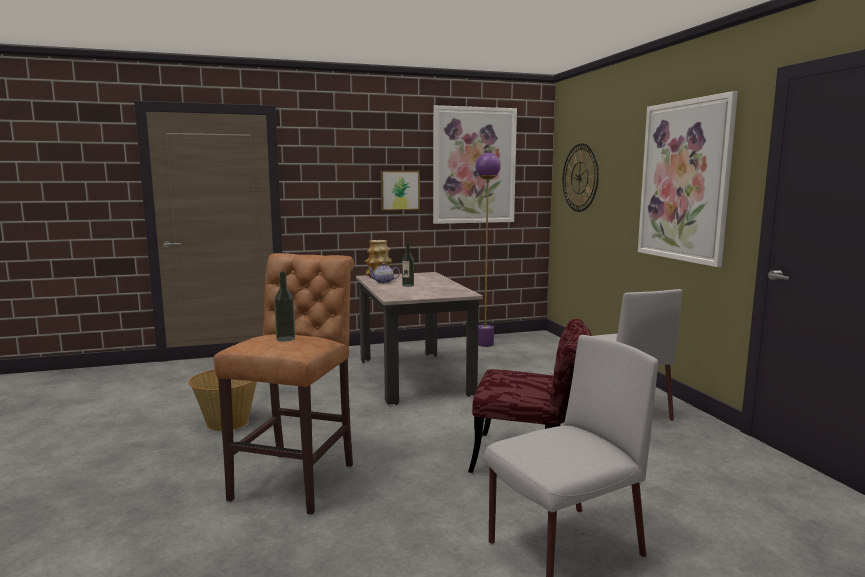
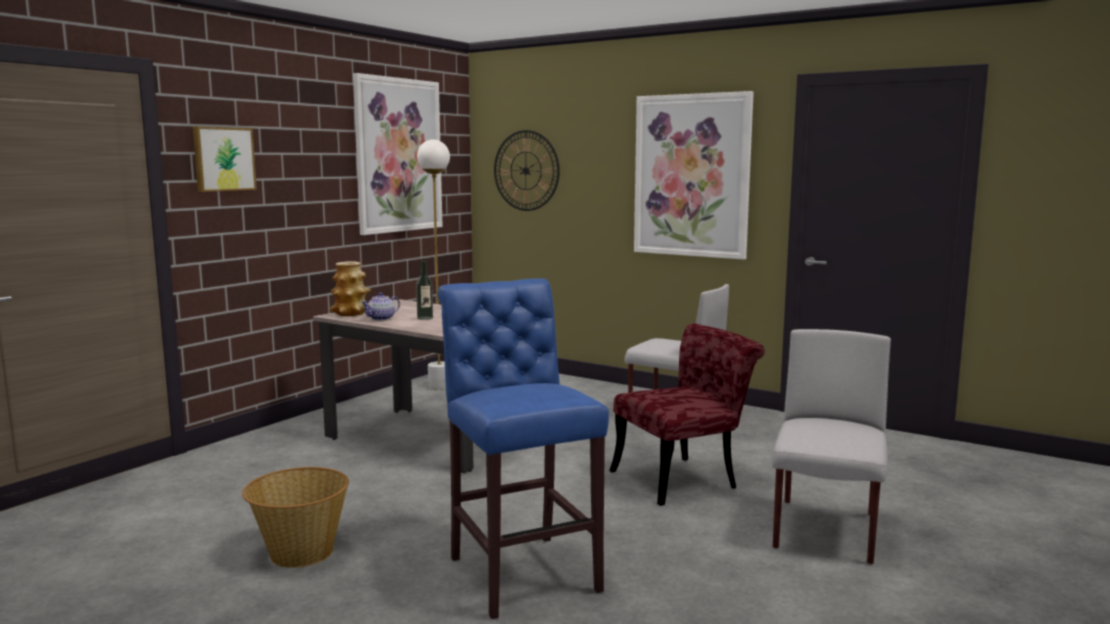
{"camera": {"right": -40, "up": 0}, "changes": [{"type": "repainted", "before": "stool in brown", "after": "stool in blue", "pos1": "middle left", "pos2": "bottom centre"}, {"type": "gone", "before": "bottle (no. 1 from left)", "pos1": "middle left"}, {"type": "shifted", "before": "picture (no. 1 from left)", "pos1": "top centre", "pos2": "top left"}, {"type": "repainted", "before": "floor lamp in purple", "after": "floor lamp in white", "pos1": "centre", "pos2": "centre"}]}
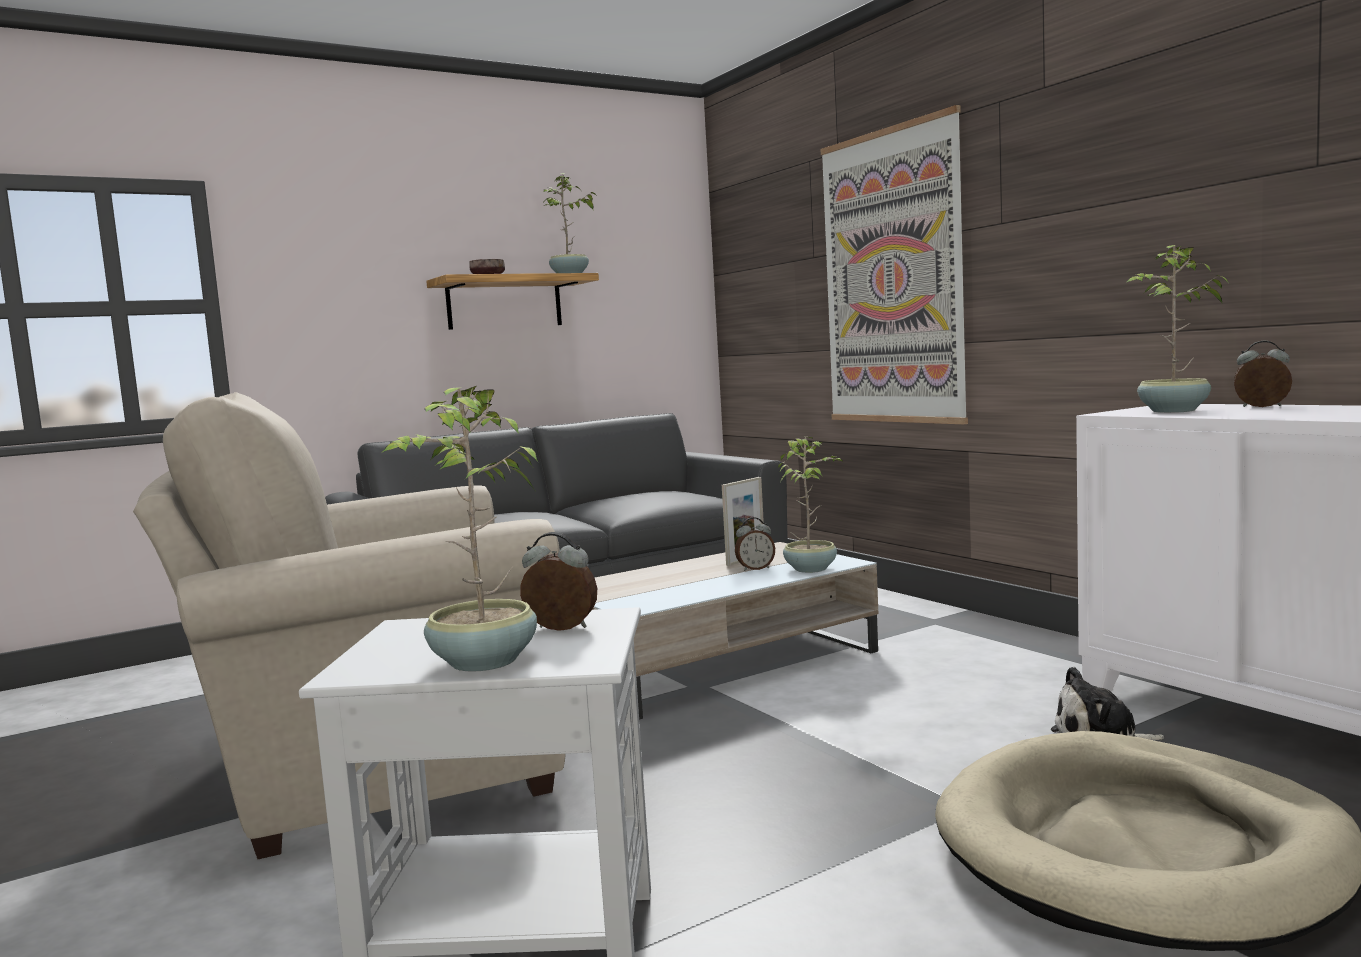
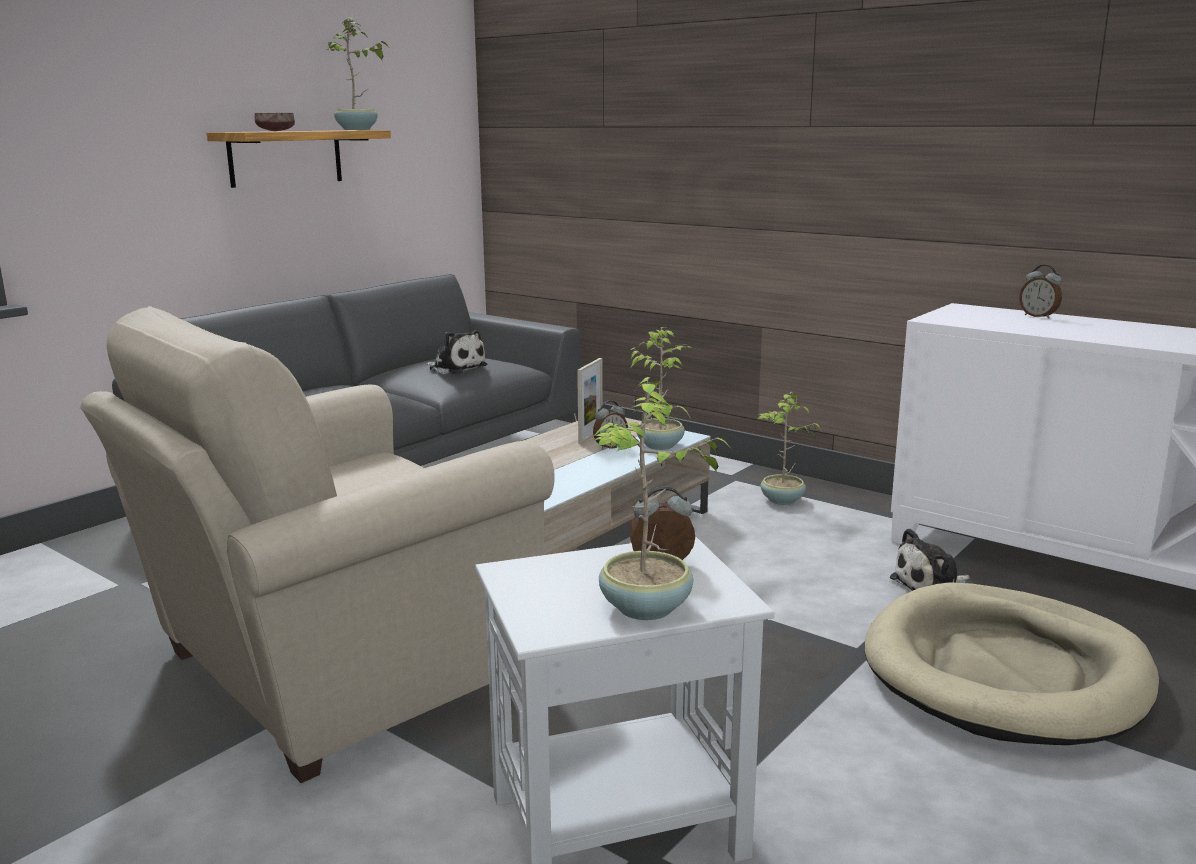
{"camera": {"right": -20, "up": 10}, "changes": [{"type": "gone", "before": "picture", "pos1": "top centre"}, {"type": "shifted", "before": "potted plant (no. 4 from left)", "pos1": "middle right", "pos2": "centre"}, {"type": "rotated", "before": "alarm clock (no. 3 from left)", "pos1": "middle right", "pos2": "middle right", "turn": -135}, {"type": "new", "after": "plush toy (no. 1 from left)", "pos2": "centre"}]}
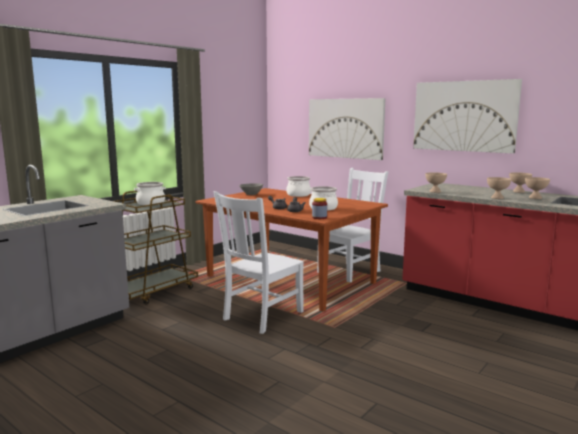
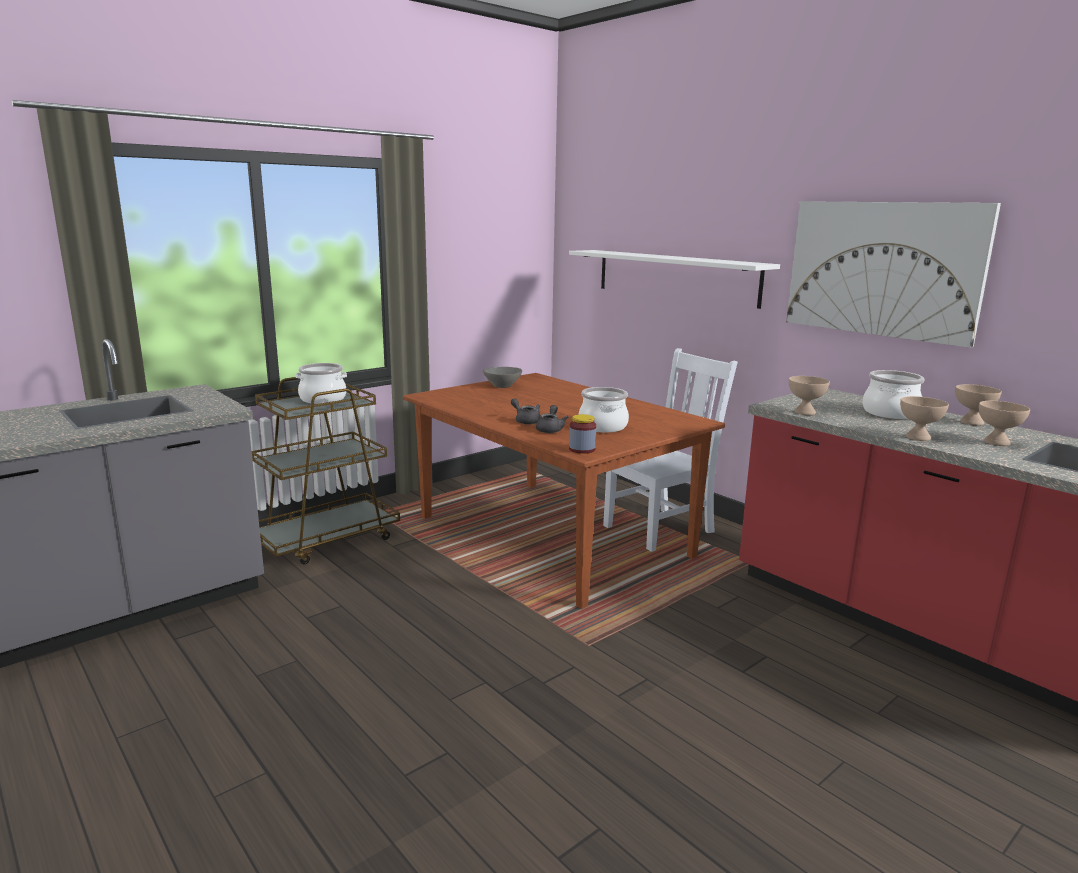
{"camera": {"right": 10, "up": 5}, "changes": [{"type": "gone", "before": "chair in white (no. 1 from left)", "pos1": "centre"}, {"type": "shifted", "before": "cooking pot (no. 2 from left in the first image)", "after": "cooking pot (no. 3 from left)", "pos1": "centre", "pos2": "middle right"}, {"type": "swapped", "before": "picture (no. 1 from left)", "after": "shelf in white", "pos1": "top centre", "pos2": "top centre"}]}
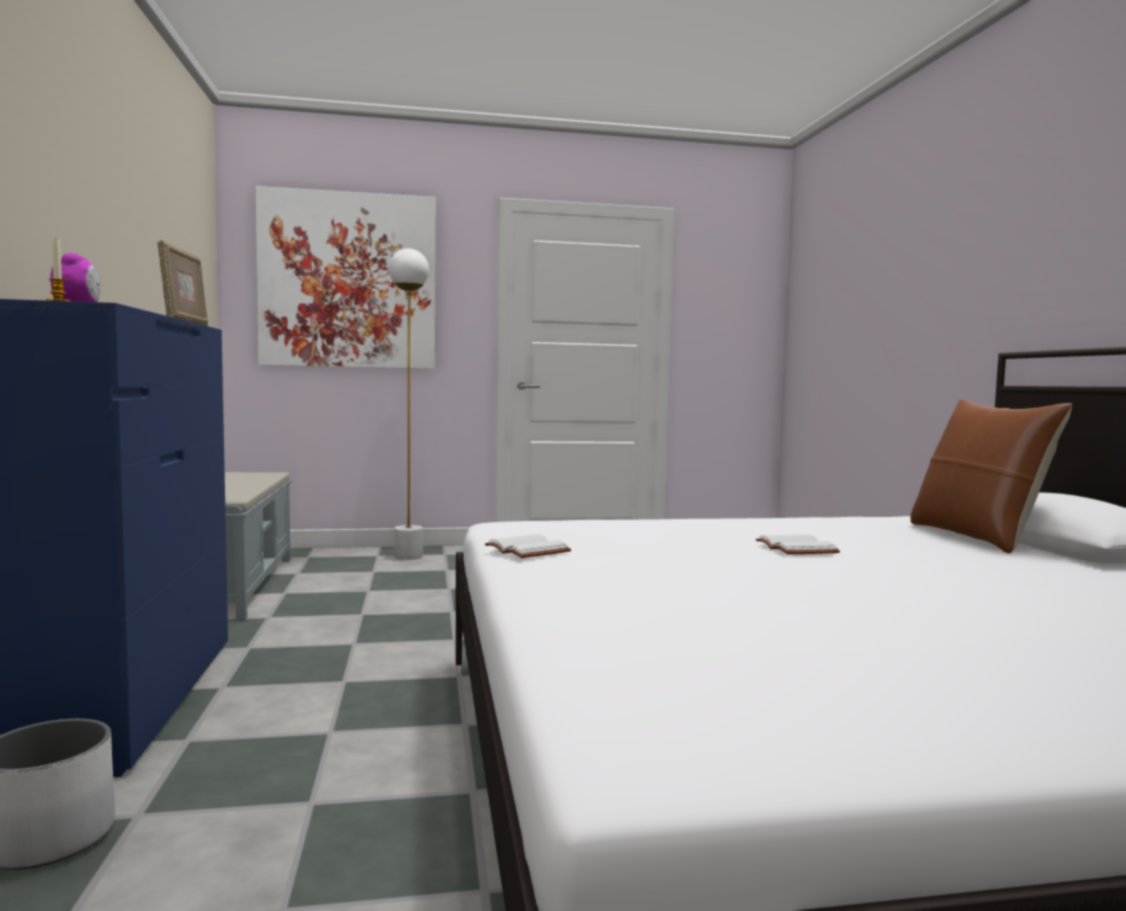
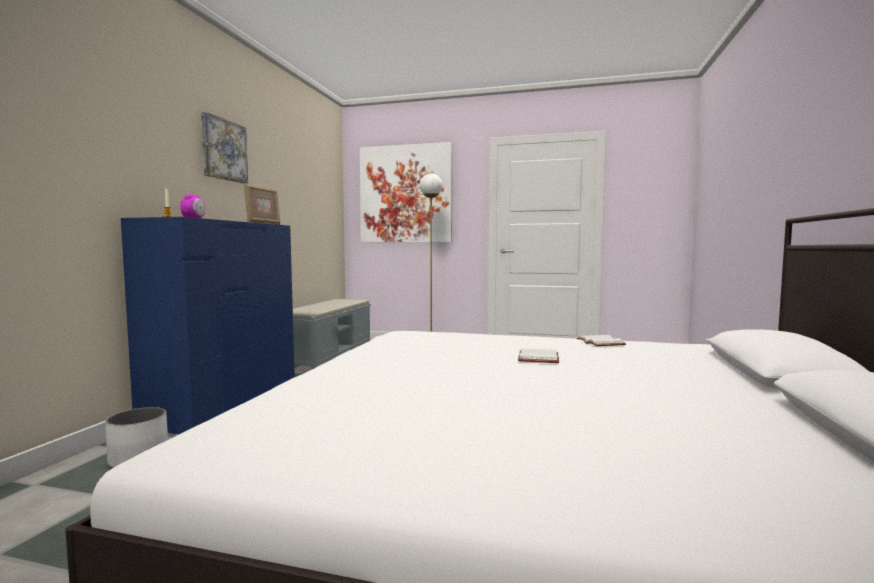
{"camera": {"right": 25, "up": 0}, "changes": [{"type": "shifted", "before": "book in white (no. 1 from left in the first image)", "after": "book in white (no. 2 from left)", "pos1": "centre", "pos2": "middle right"}, {"type": "gone", "before": "pillow in brown", "pos1": "middle right"}, {"type": "new", "after": "picture (no. 1 from left)", "pos2": "top left"}]}
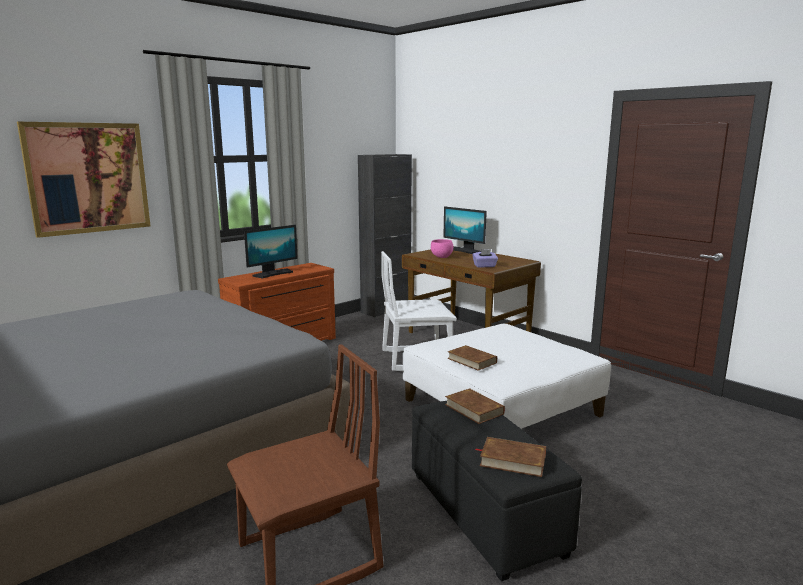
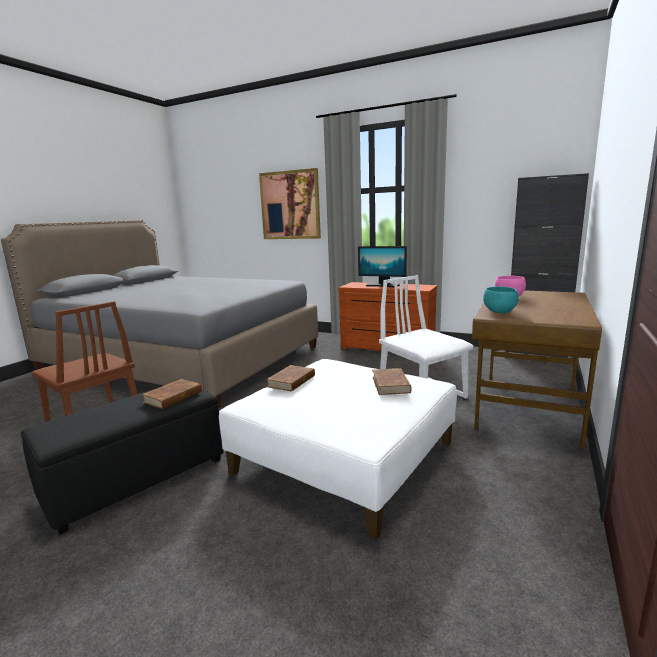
{"camera": {"right": 70, "up": 0}, "changes": [{"type": "gone", "before": "monitor (no. 2 from left)", "pos1": "centre"}, {"type": "swapped", "before": "tissue box in purple", "after": "bowl in turquoise", "pos1": "centre", "pos2": "middle right"}, {"type": "shifted", "before": "book in brown (no. 3 from left)", "pos1": "bottom centre", "pos2": "centre"}]}
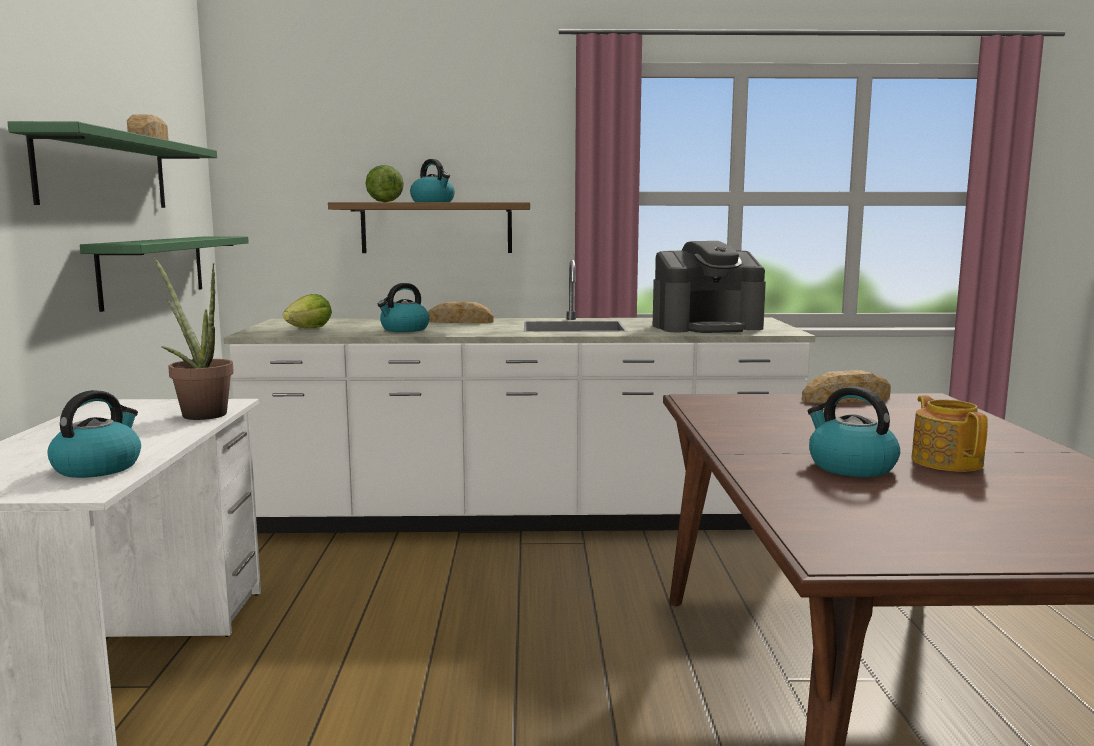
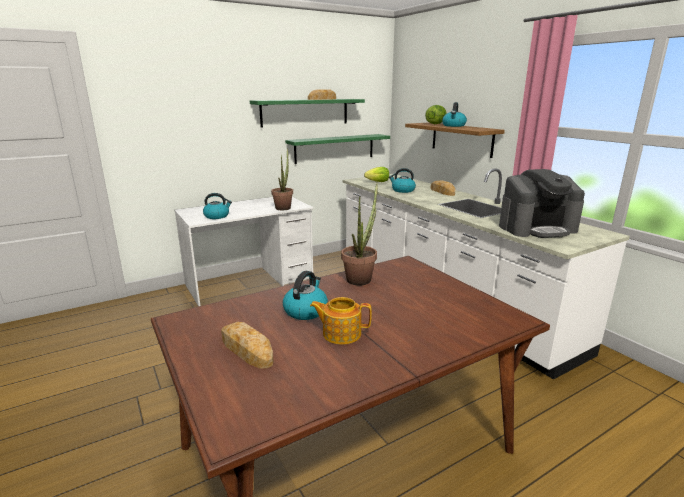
{"camera": {"right": 60, "up": 10}, "changes": [{"type": "rotated", "before": "coffee machine", "pos1": "centre", "pos2": "middle right", "turn": -60}, {"type": "shifted", "before": "bread (no. 3 from left in the first image)", "after": "bread (no. 1 from left)", "pos1": "middle right", "pos2": "bottom centre"}, {"type": "rotated", "before": "teapot", "pos1": "middle right", "pos2": "centre", "turn": -135}, {"type": "new", "after": "potted plant (no. 2 from left)", "pos2": "centre"}]}
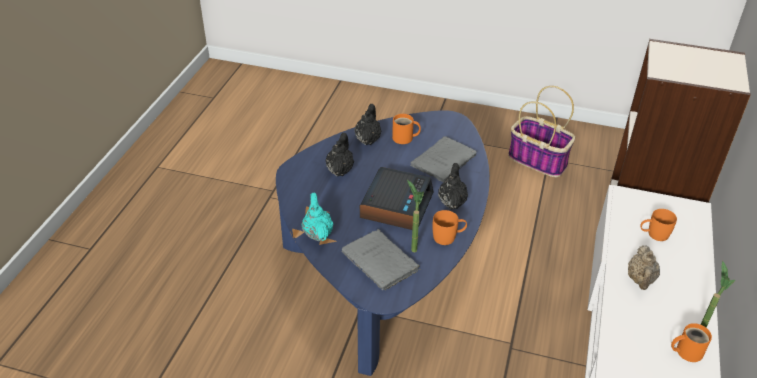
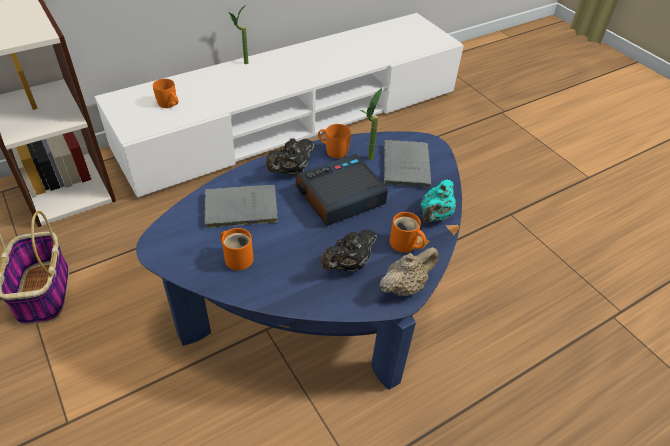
{"camera": {"right": -140, "up": 5}, "changes": [{"type": "gone", "before": "teapot in black (no. 2 from left)", "pos1": "top centre"}, {"type": "shifted", "before": "teapot in beige", "pos1": "bottom right", "pos2": "centre"}, {"type": "shifted", "before": "mug in orange (no. 4 from left)", "pos1": "bottom right", "pos2": "centre"}]}
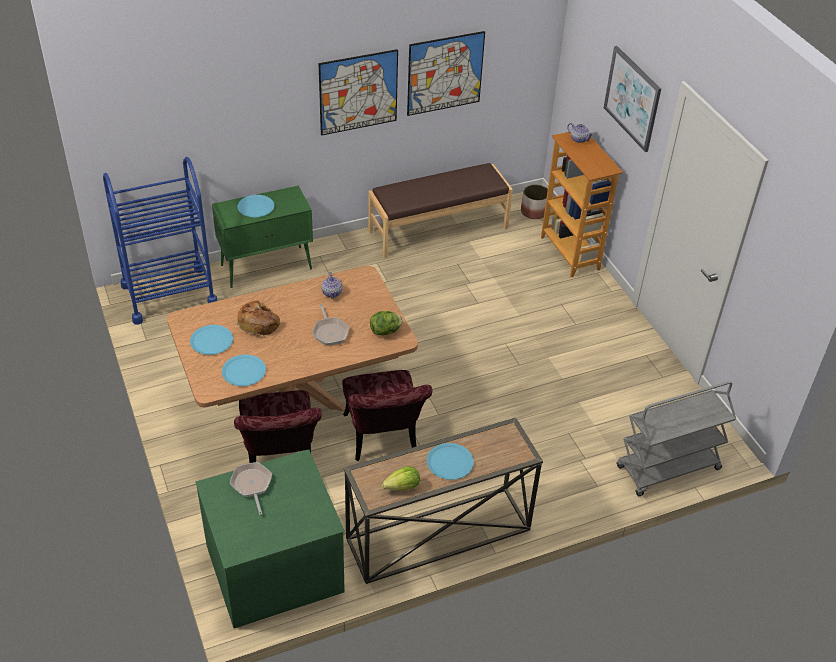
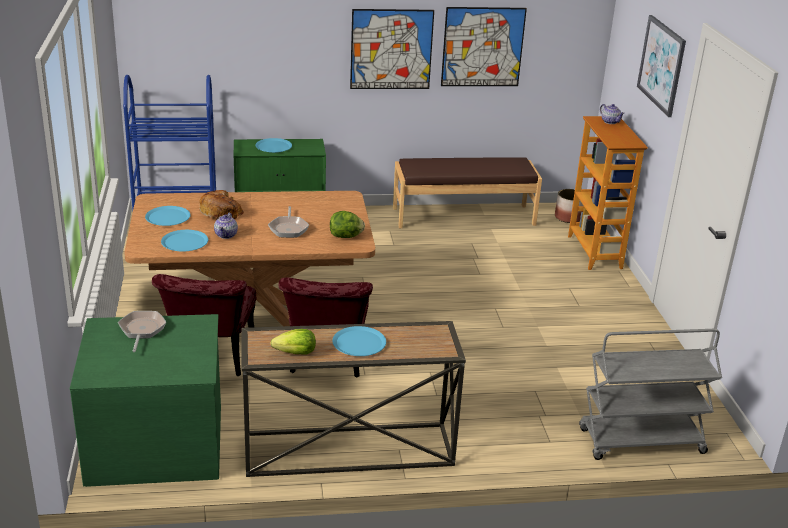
{"camera": {"right": 15, "up": -15}, "changes": [{"type": "shifted", "before": "teapot (no. 1 from left)", "pos1": "centre", "pos2": "middle left"}]}
